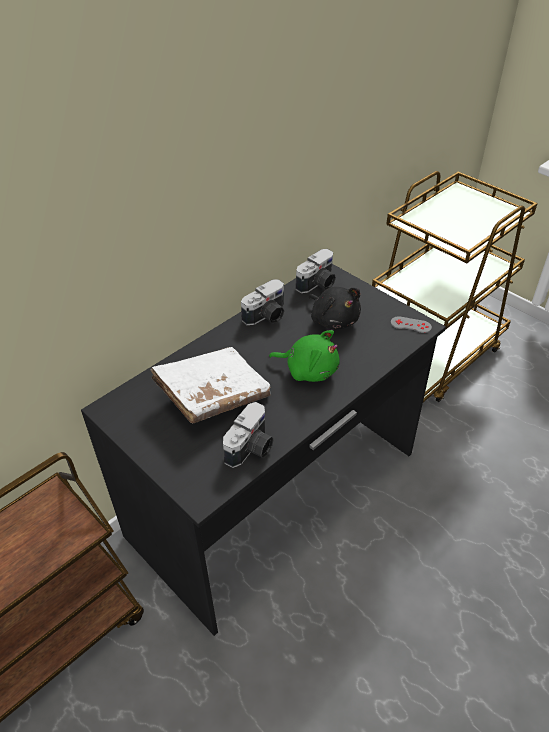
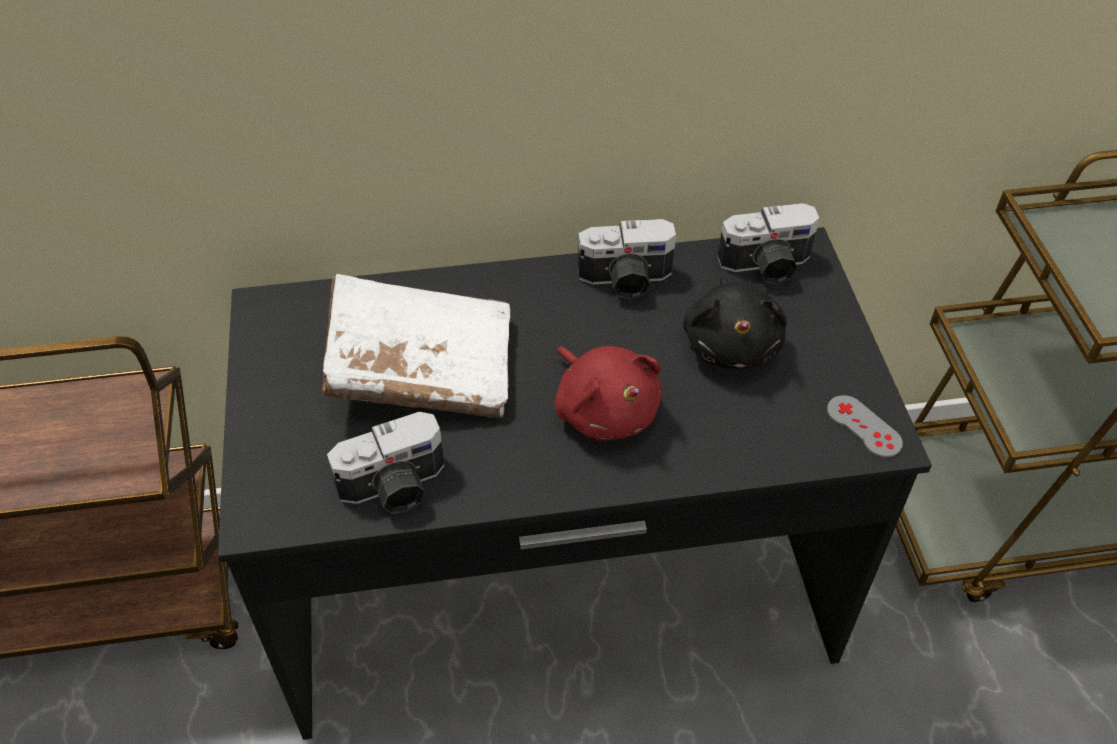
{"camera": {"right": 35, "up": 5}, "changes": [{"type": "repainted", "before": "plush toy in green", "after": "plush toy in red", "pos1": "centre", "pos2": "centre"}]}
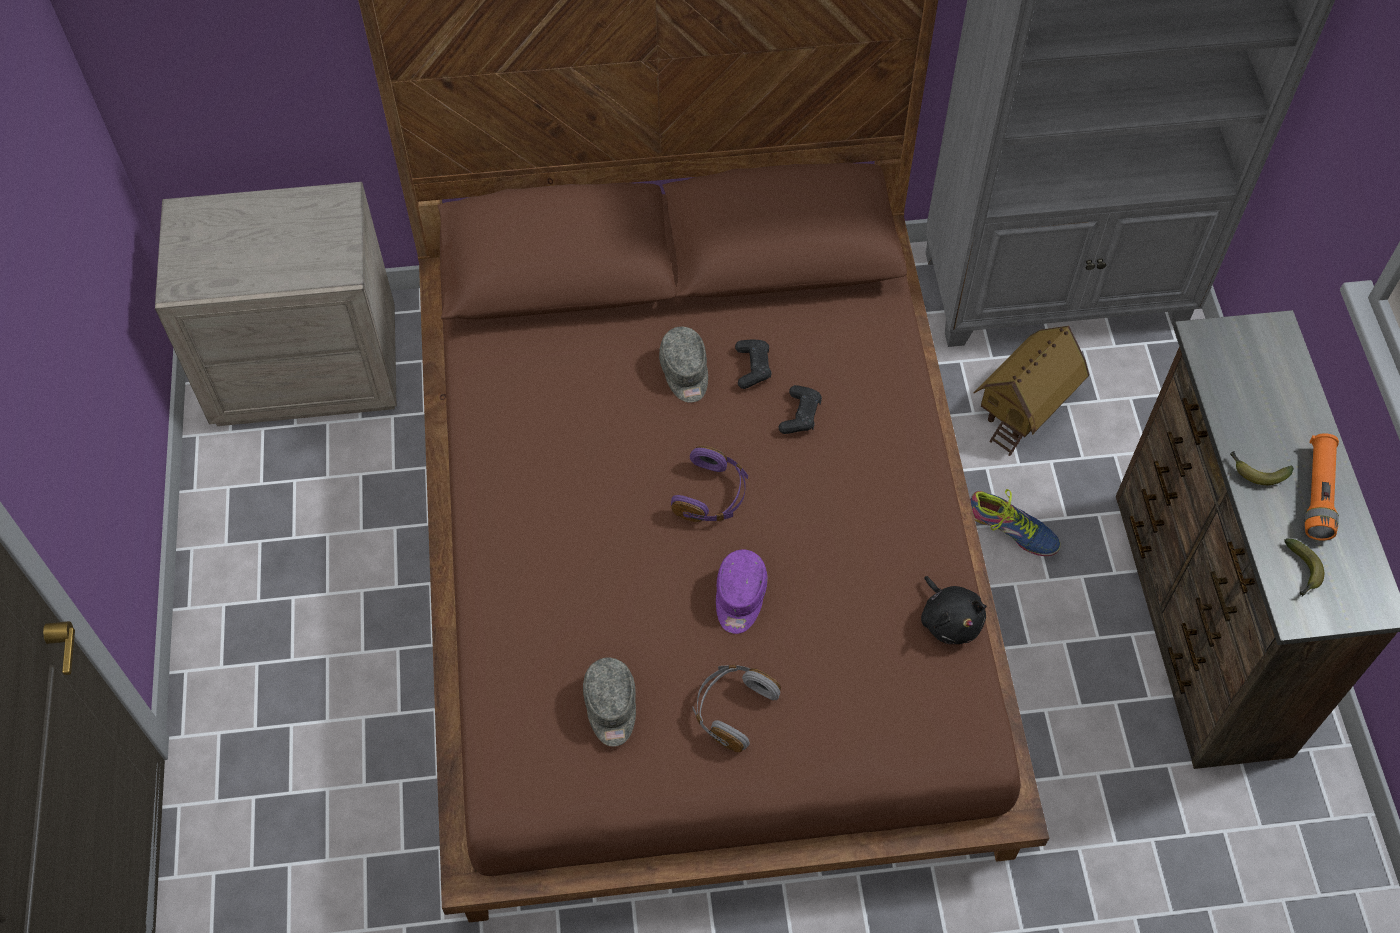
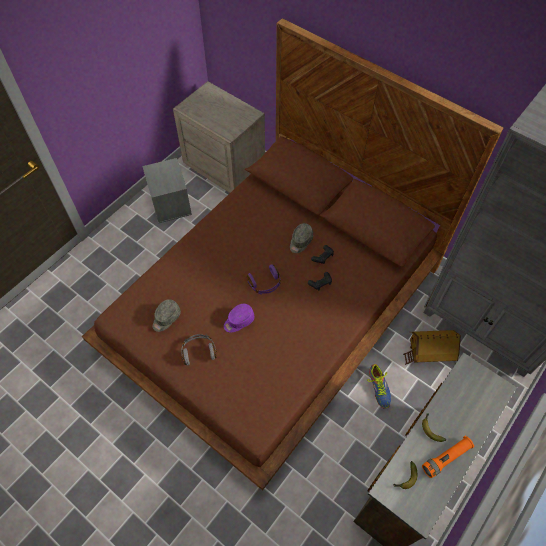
{"camera": {"right": 45, "up": 0}, "changes": [{"type": "gone", "before": "plush toy in black", "pos1": "middle right"}, {"type": "new", "after": "storage box in grey", "pos2": "middle left"}]}
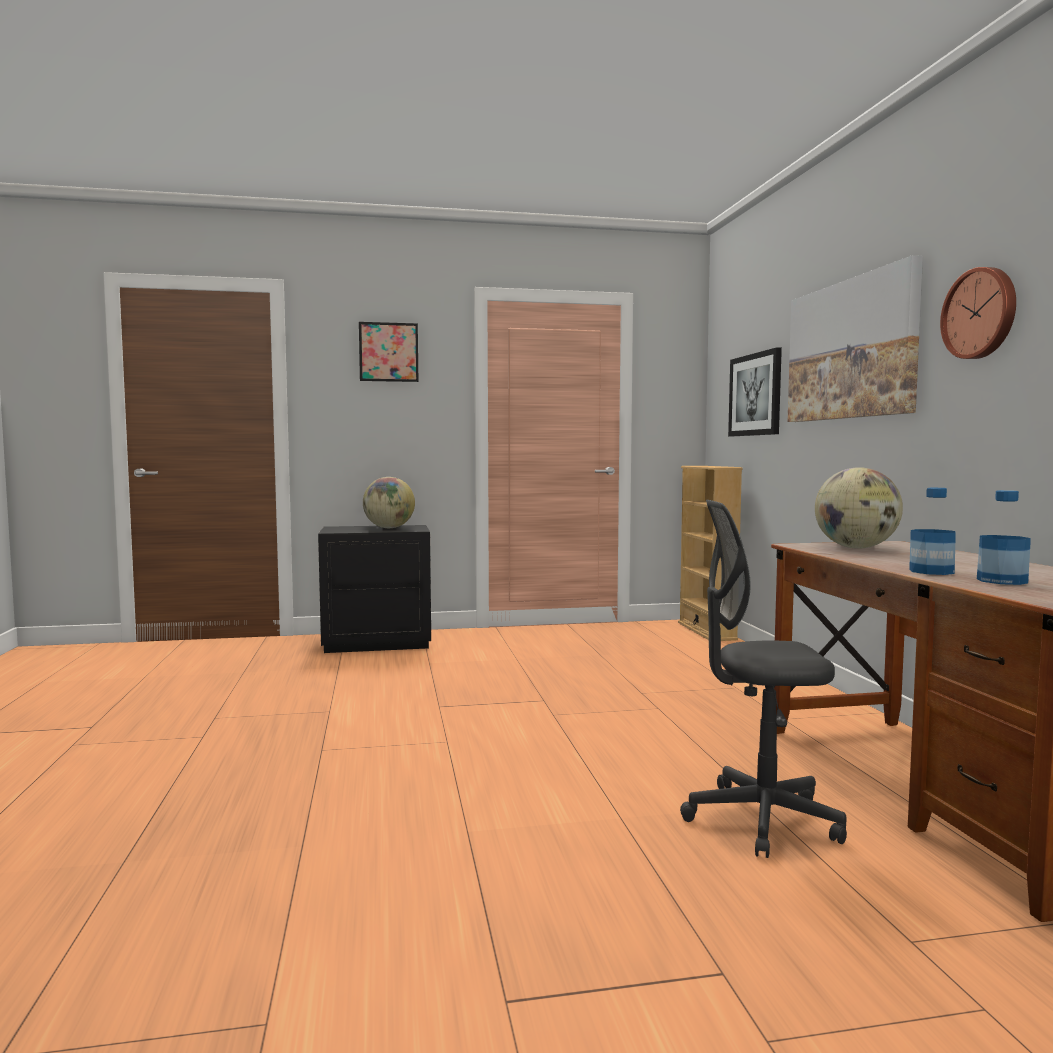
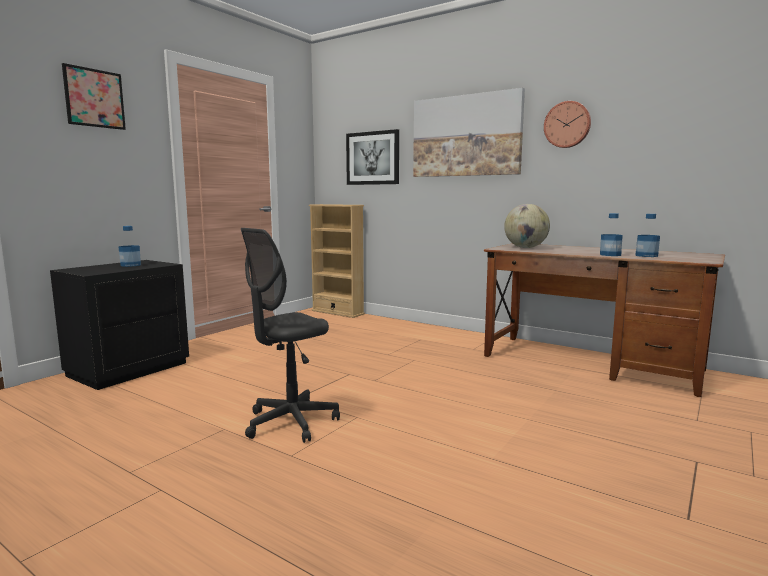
{"camera": {"right": -45, "up": 5}, "changes": [{"type": "swapped", "before": "globe (no. 1 from left)", "after": "bottle (no. 1 from left)", "pos1": "centre", "pos2": "middle left"}, {"type": "shifted", "before": "office chair in grey", "pos1": "middle right", "pos2": "centre"}]}
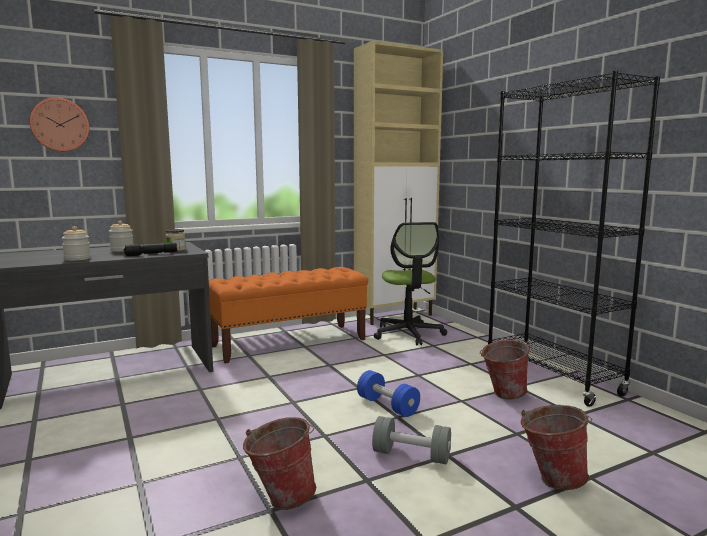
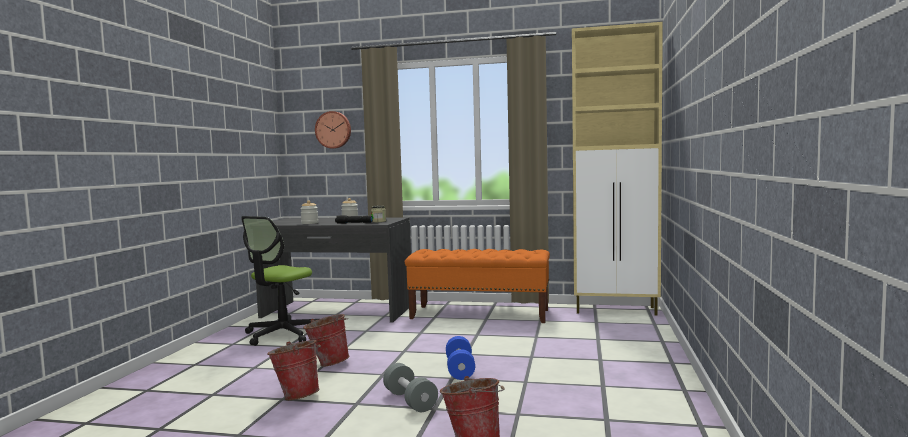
{"camera": {"right": 40, "up": -5}, "changes": [{"type": "shifted", "before": "office chair", "pos1": "centre", "pos2": "middle left"}, {"type": "shifted", "before": "bucket (no. 2 from left)", "pos1": "bottom right", "pos2": "bottom centre"}, {"type": "gone", "before": "bookcase in black", "pos1": "middle right"}]}
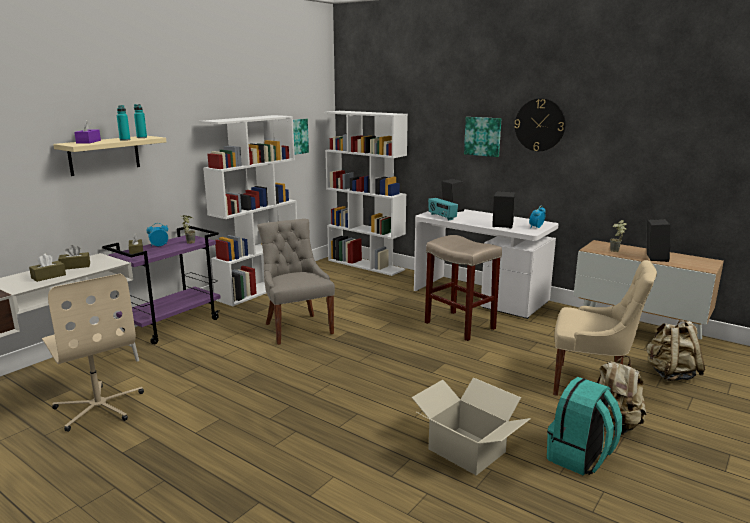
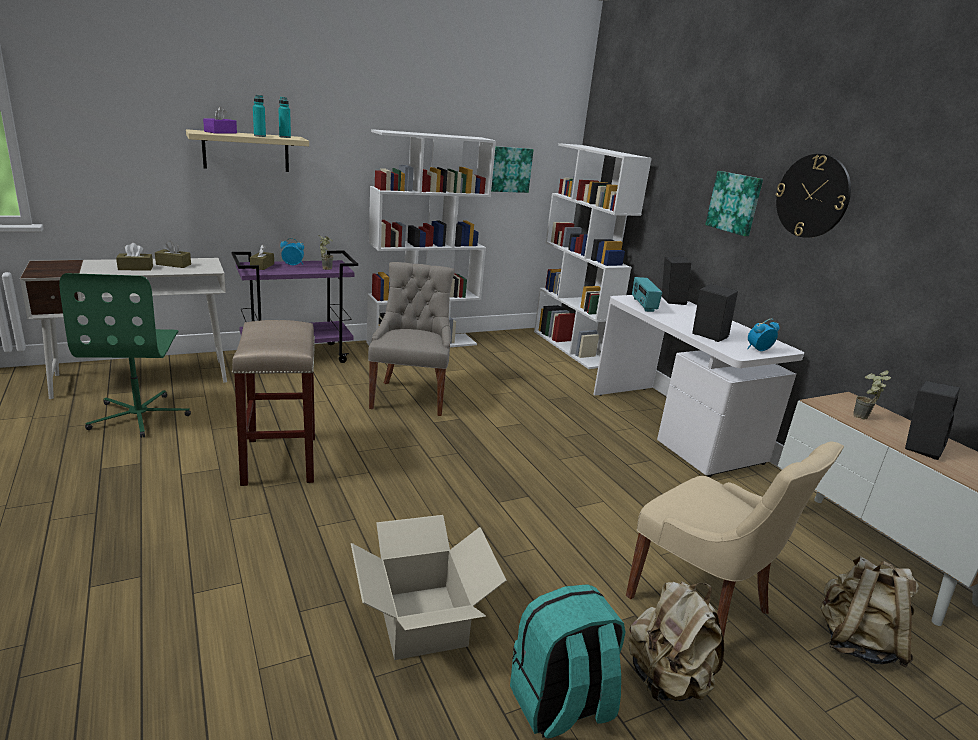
{"camera": {"right": 25, "up": 5}, "changes": [{"type": "repainted", "before": "office chair in beige", "after": "office chair in green", "pos1": "bottom left", "pos2": "middle left"}, {"type": "shifted", "before": "stool in beige", "pos1": "centre", "pos2": "middle left"}]}
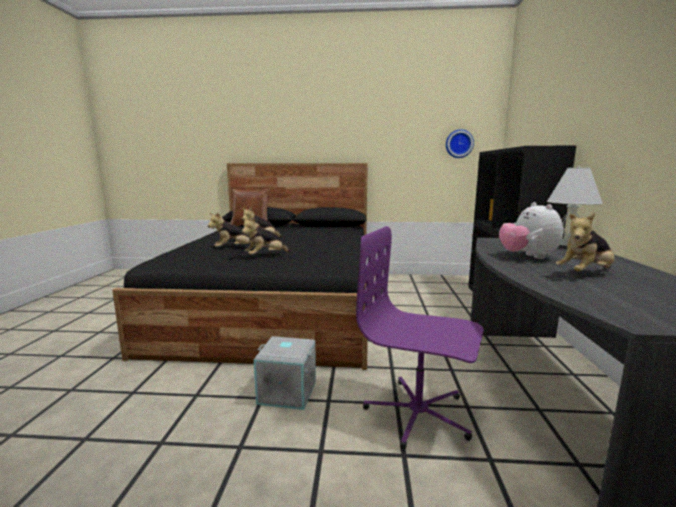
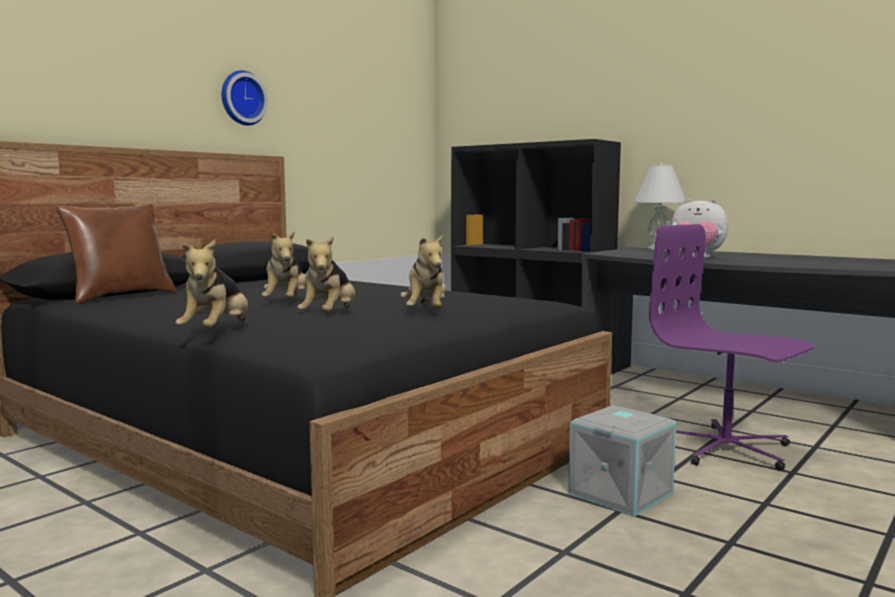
{"camera": {"right": -55, "up": -5}, "changes": [{"type": "rotated", "before": "office chair in purple", "pos1": "centre", "pos2": "middle right", "turn": 75}, {"type": "shifted", "before": "wall clock", "pos1": "top right", "pos2": "top left"}, {"type": "shifted", "before": "plush toy (no. 5 from left in the first image)", "after": "plush toy (no. 1 from left)", "pos1": "middle right", "pos2": "middle left"}]}
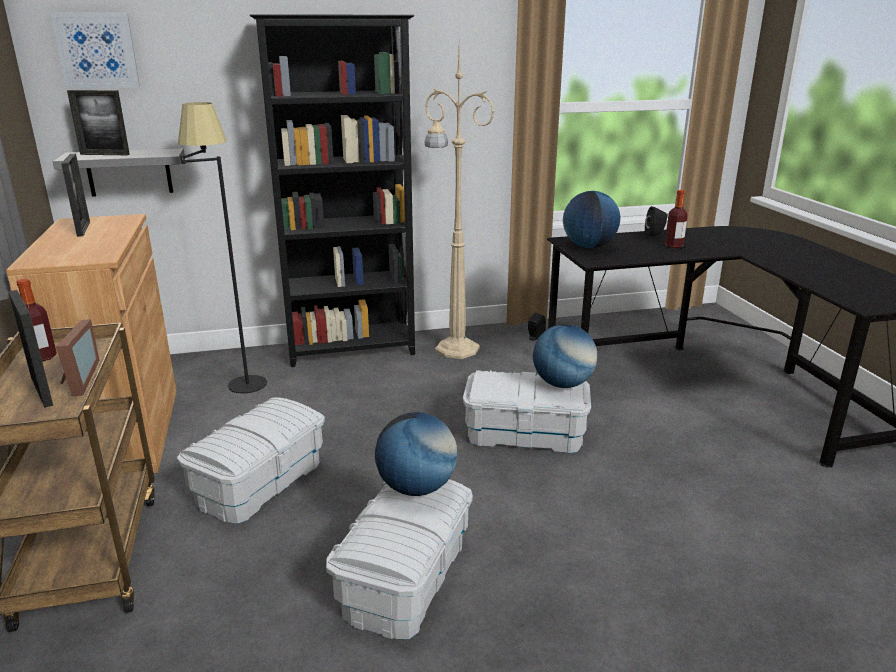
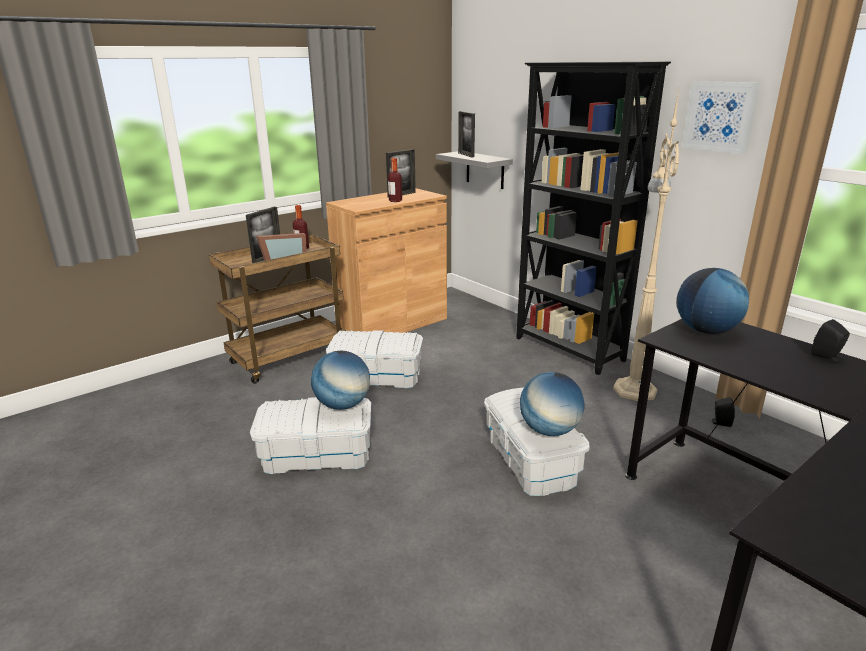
{"camera": {"right": 65, "up": 0}, "changes": [{"type": "shifted", "before": "picture", "pos1": "top left", "pos2": "top right"}, {"type": "gone", "before": "floor lamp in black", "pos1": "middle left"}, {"type": "shifted", "before": "bottle (no. 2 from left)", "pos1": "top right", "pos2": "top centre"}]}
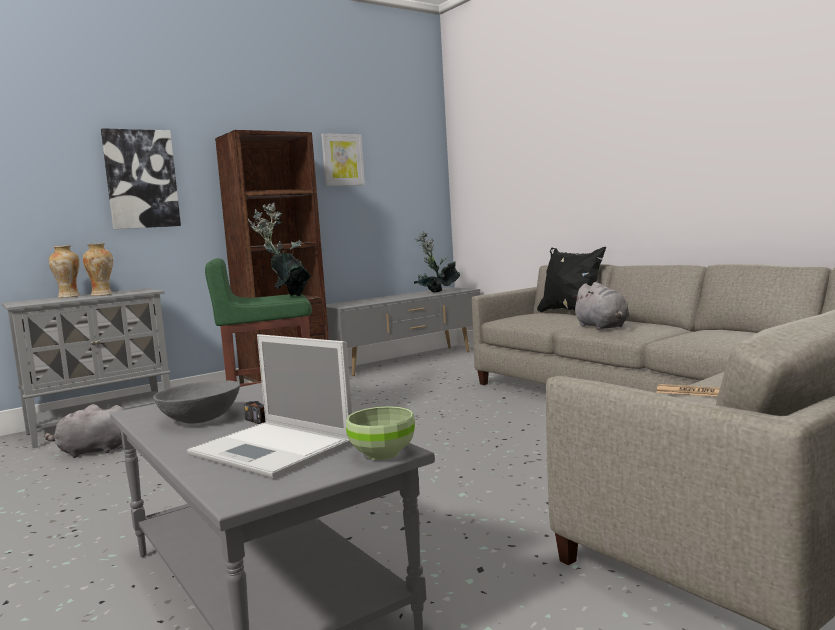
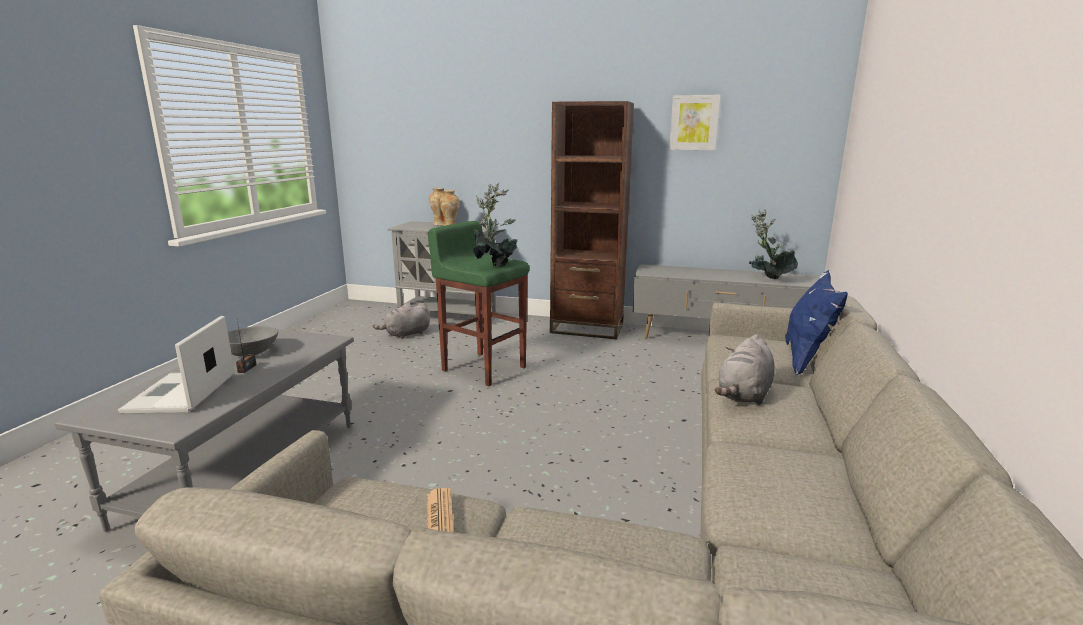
{"camera": {"right": 50, "up": 10}, "changes": [{"type": "rotated", "before": "plush toy in grey (no. 1 from left)", "pos1": "bottom left", "pos2": "centre", "turn": -75}, {"type": "gone", "before": "picture (no. 1 from left)", "pos1": "top left"}, {"type": "gone", "before": "bowl in green", "pos1": "bottom centre"}, {"type": "repainted", "before": "pillow in black", "after": "pillow in blue", "pos1": "middle right", "pos2": "middle right"}]}
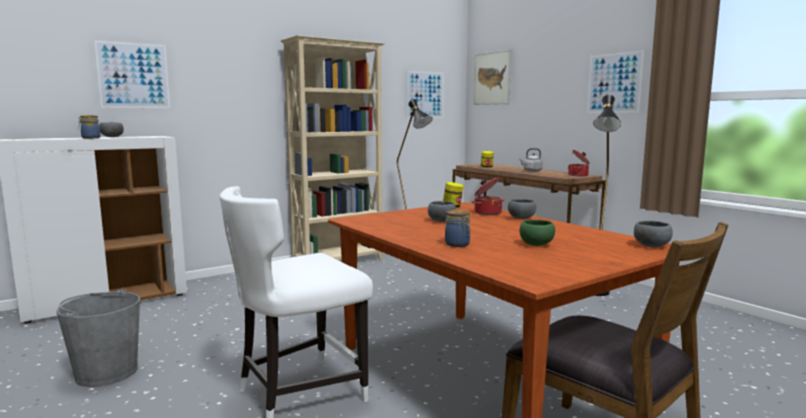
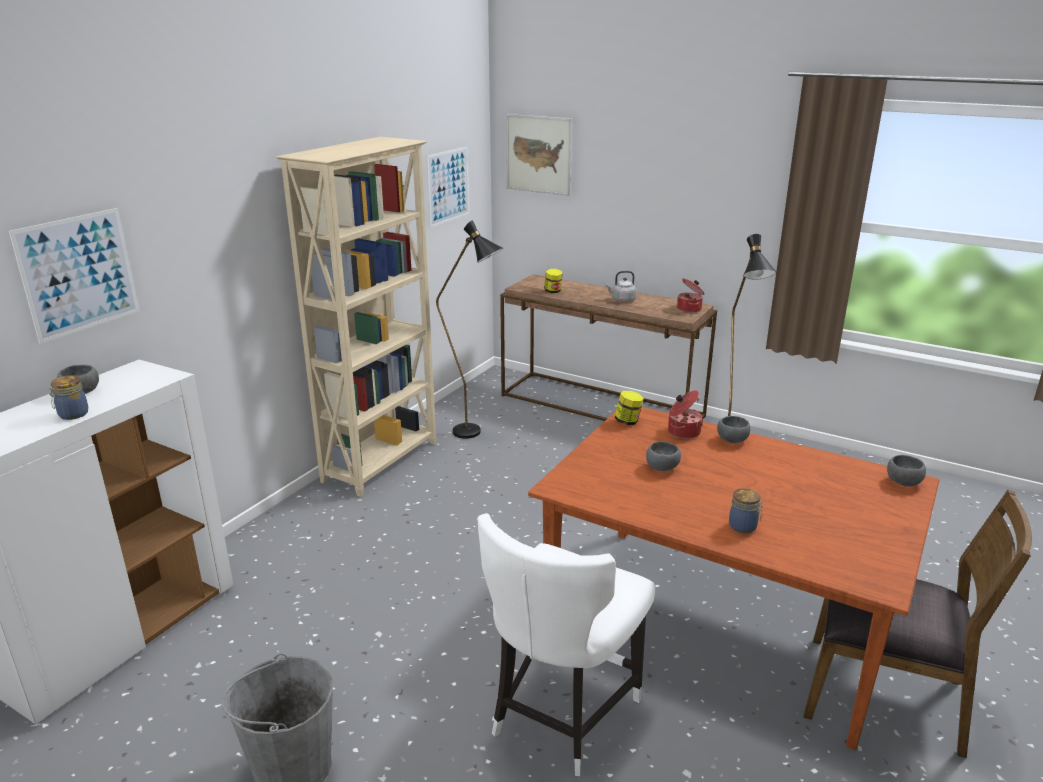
{"camera": {"right": -25, "up": 15}, "changes": [{"type": "gone", "before": "bowl in green", "pos1": "centre"}, {"type": "gone", "before": "picture (no. 4 from left)", "pos1": "top right"}]}
